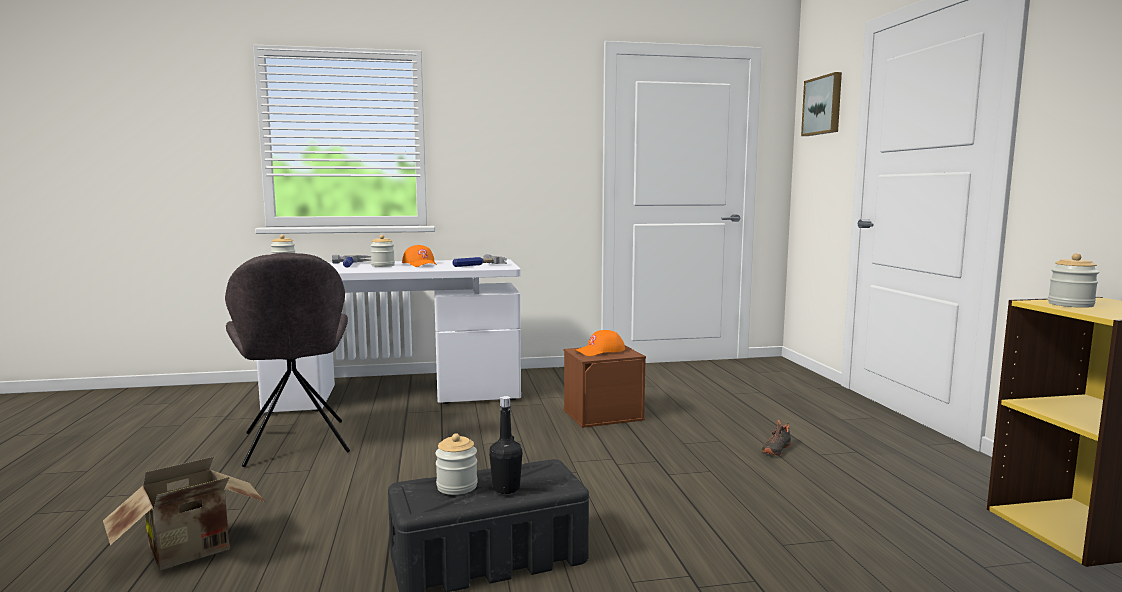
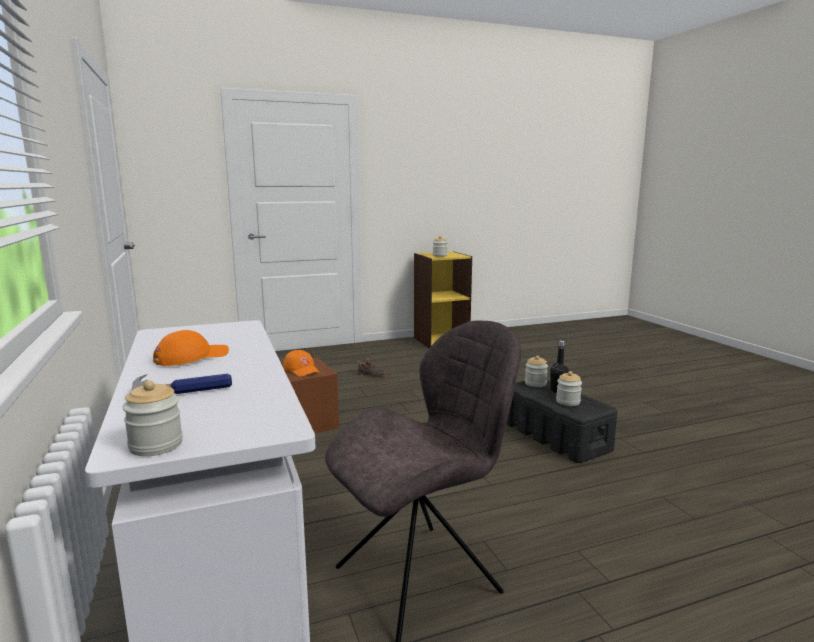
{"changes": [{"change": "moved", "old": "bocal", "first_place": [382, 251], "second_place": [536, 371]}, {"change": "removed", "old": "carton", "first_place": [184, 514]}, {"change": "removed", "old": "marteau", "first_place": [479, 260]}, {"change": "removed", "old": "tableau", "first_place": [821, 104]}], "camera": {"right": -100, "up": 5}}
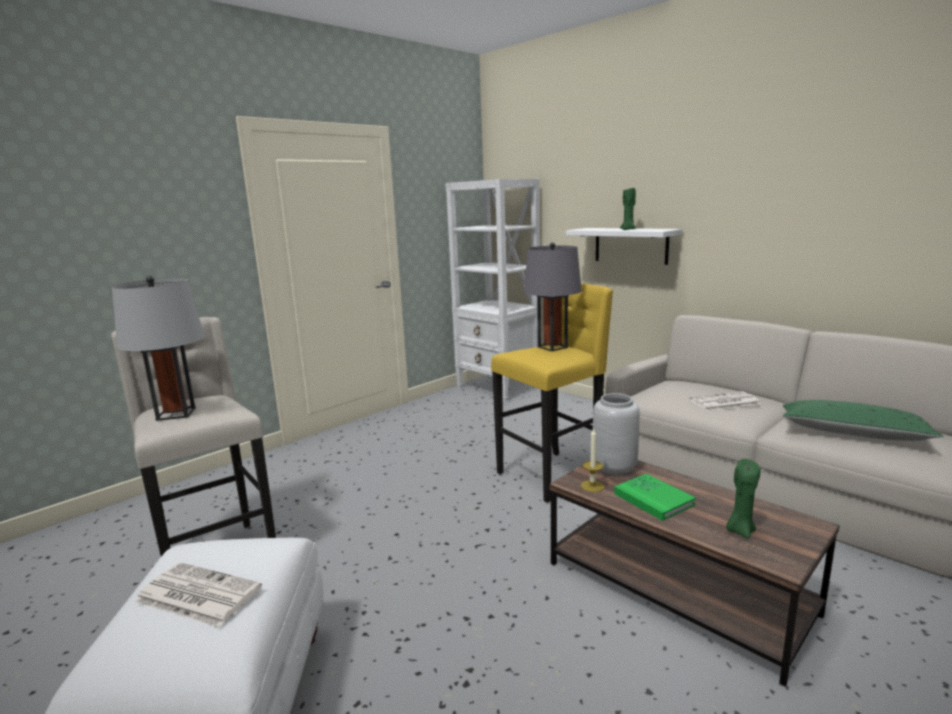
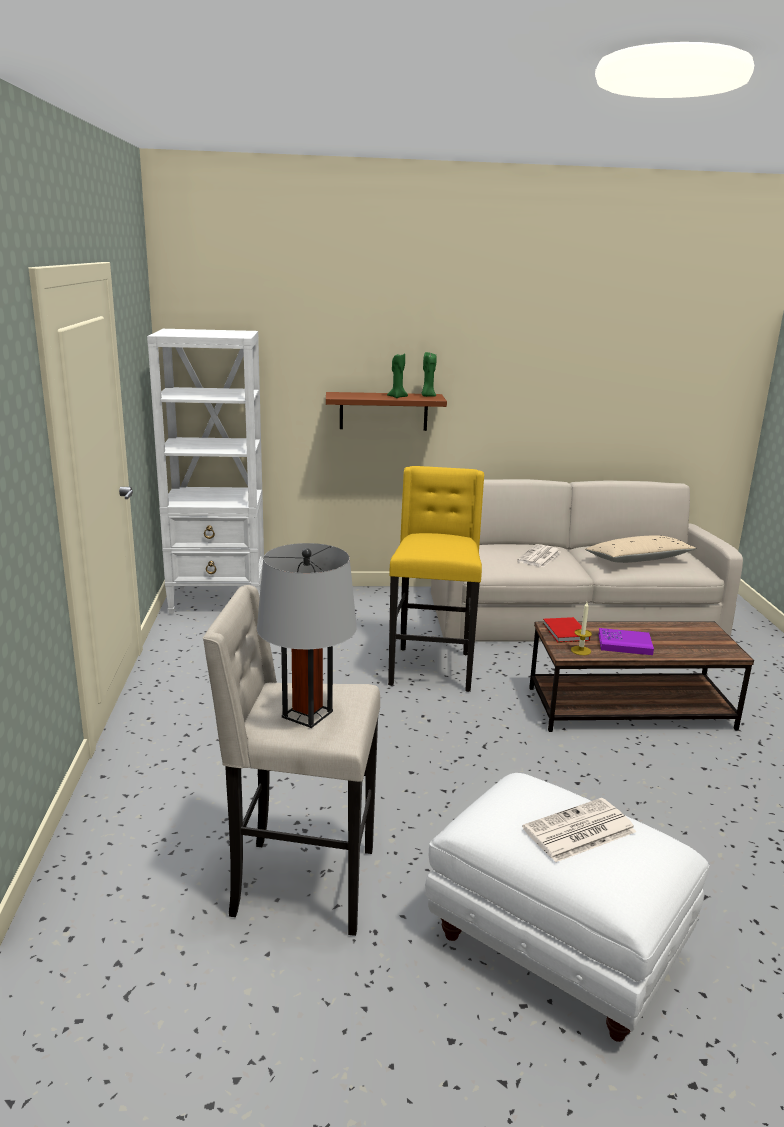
{"changes": [{"change": "recoloured", "old": "étagère [blanc]", "new": "étagère [marron]", "first_place": [624, 246], "second_place": [386, 411]}, {"change": "moved", "old": "bougie [vert]", "first_place": [743, 499], "second_place": [429, 374]}, {"change": "replaced", "old": "vase [gris]", "new": "livre [rouge]", "first_place": [616, 434], "second_place": [566, 630]}, {"change": "recoloured", "old": "coussin [vert]", "new": "coussin [beige]", "first_place": [863, 420], "second_place": [641, 549]}, {"change": "recoloured", "old": "livre [vert]", "new": "livre [violet]", "first_place": [655, 497], "second_place": [626, 641]}, {"change": "removed", "old": "lampe de table [gris]", "first_place": [553, 296]}], "camera": {"right": -50, "up": 5}}
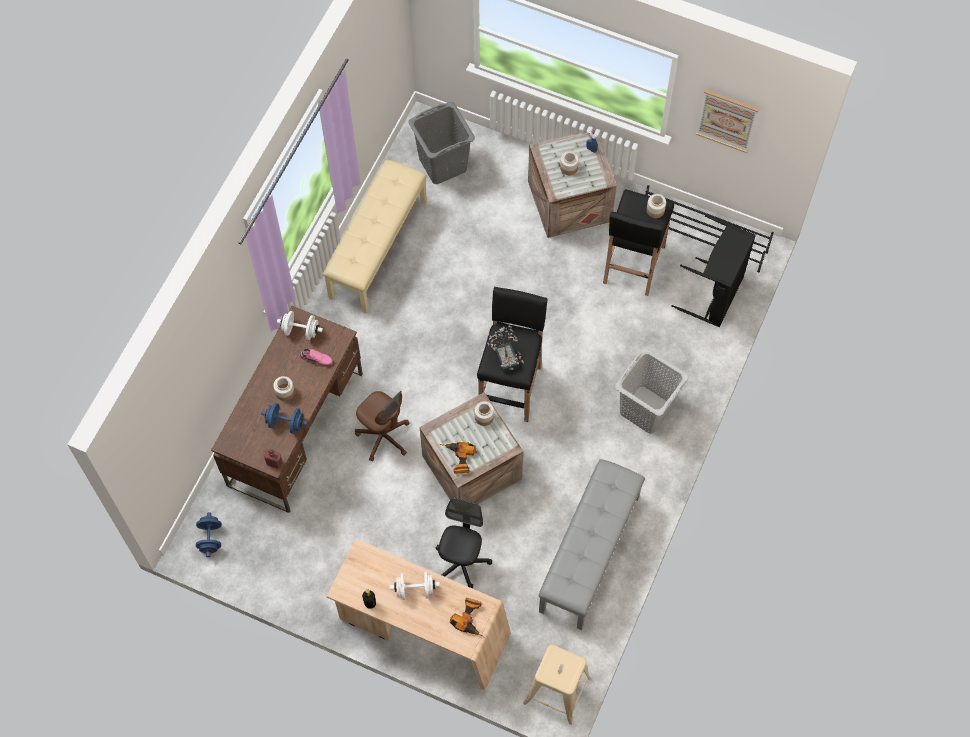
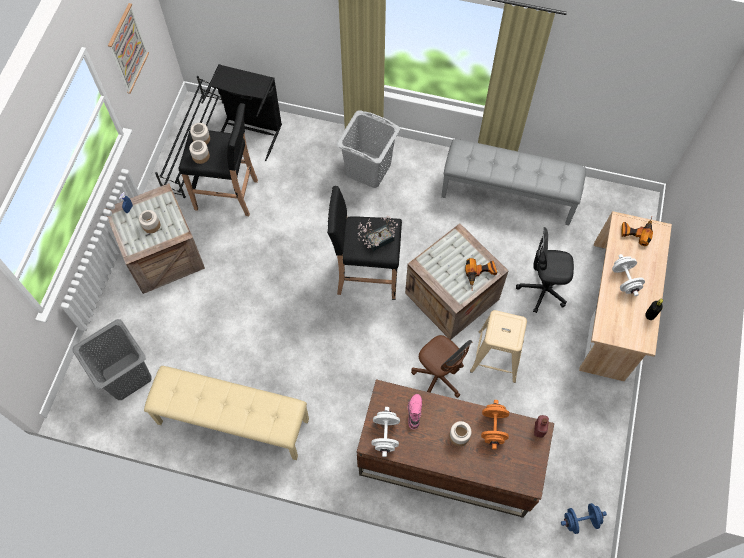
{"changes": [{"change": "moved", "old": "bocal", "first_place": [484, 413], "second_place": [199, 152]}, {"change": "turned", "old": "chaise de bureau [marron]", "first_place": [382, 426], "second_place": [441, 366], "degrees": 105}, {"change": "moved", "old": "tabouret [beige]", "first_place": [557, 684], "second_place": [498, 346]}, {"change": "recoloured", "old": "haltère [bleu]", "new": "haltère [orange]", "first_place": [284, 418], "second_place": [495, 425]}], "camera": {"right": -100, "up": 0}}
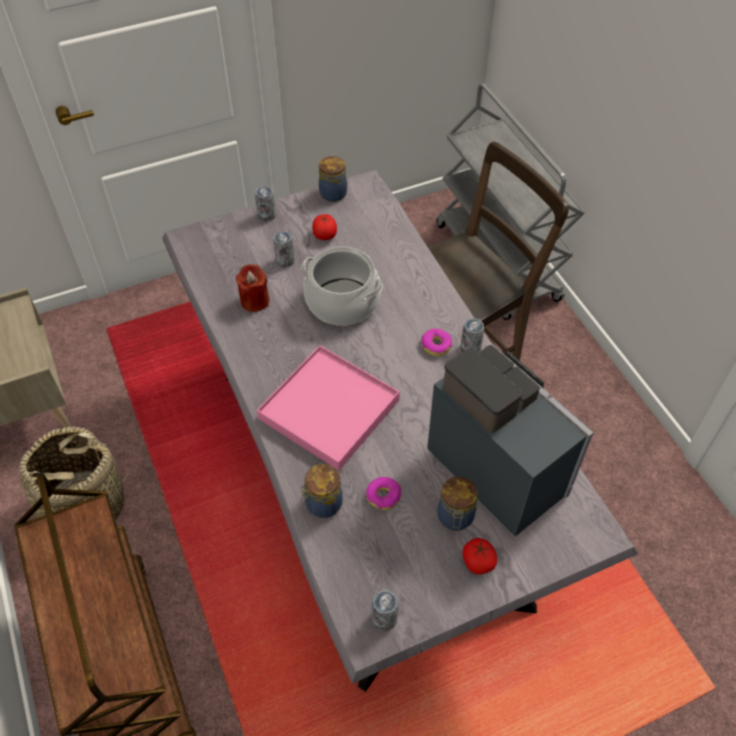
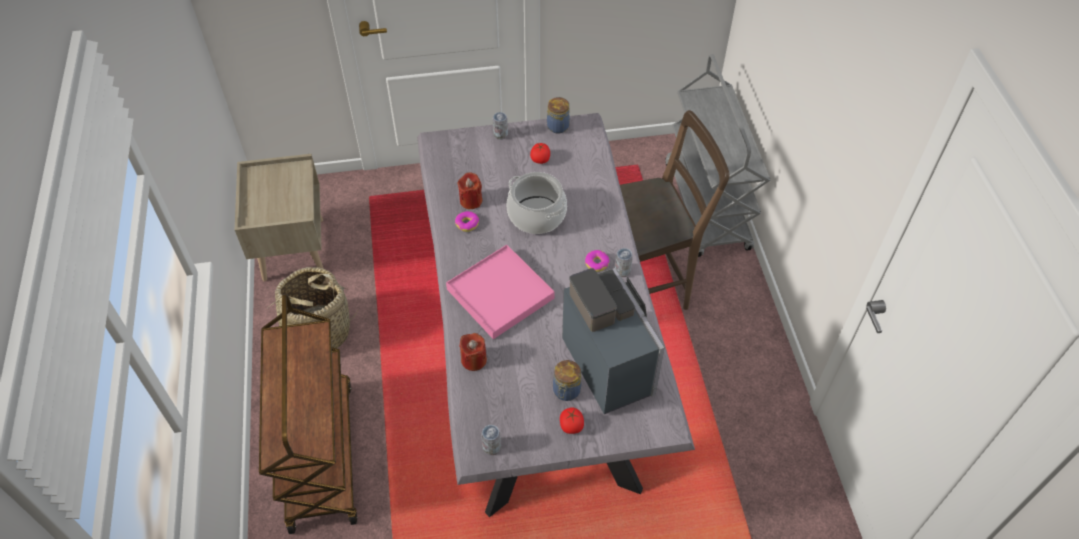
{"changes": [{"change": "moved", "old": "beignet", "first_place": [383, 493], "second_place": [467, 221]}, {"change": "replaced", "old": "bocal", "new": "bougie [rouge]", "first_place": [322, 491], "second_place": [473, 352]}, {"change": "removed", "old": "boîte métallique", "first_place": [284, 249]}], "camera": {"right": 15, "up": 0}}
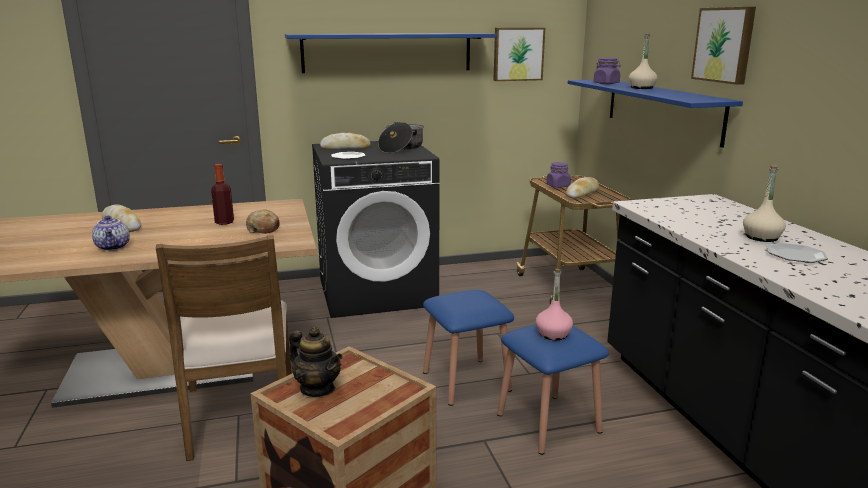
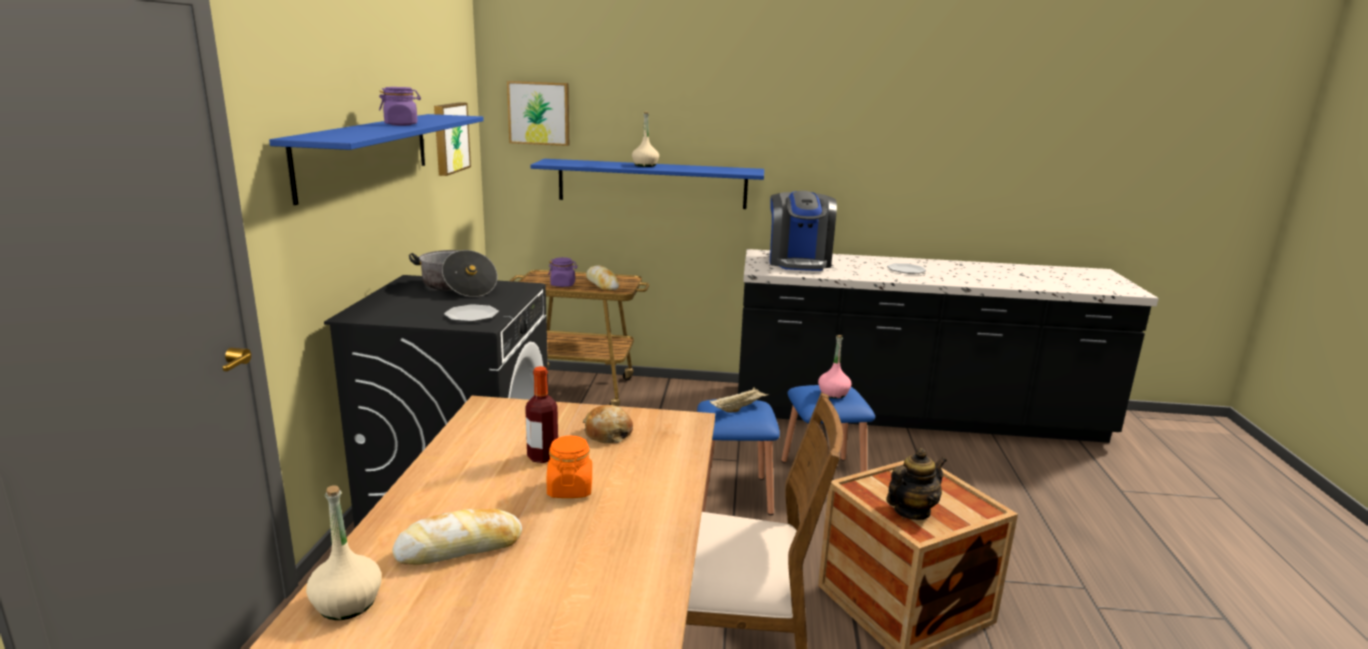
{"changes": [{"change": "moved", "old": "bouteille [beige]", "first_place": [764, 203], "second_place": [344, 552]}, {"change": "moved", "old": "bocal [violet]", "first_place": [607, 71], "second_place": [400, 106]}, {"change": "moved", "old": "tableau", "first_place": [723, 46], "second_place": [538, 113]}, {"change": "added", "new": "bocal [orange]", "second_place": [569, 467]}, {"change": "added", "new": "plateau [beige]", "second_place": [739, 399]}, {"change": "added", "new": "machine à café", "second_place": [803, 231]}, {"change": "removed", "old": "théière", "first_place": [111, 233]}, {"change": "removed", "old": "pain", "first_place": [345, 141]}], "camera": {"right": -70, "up": 0}}
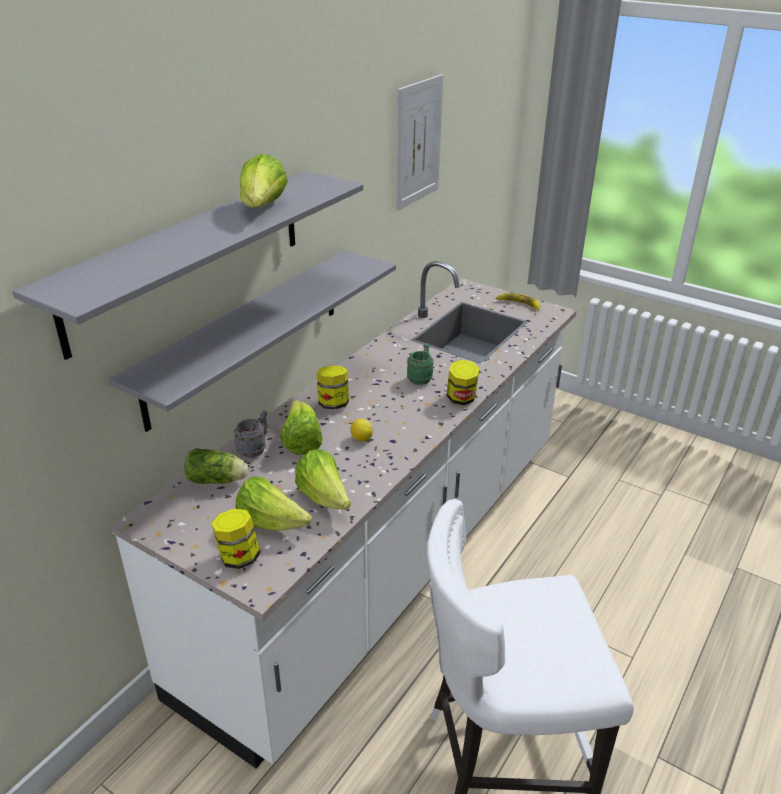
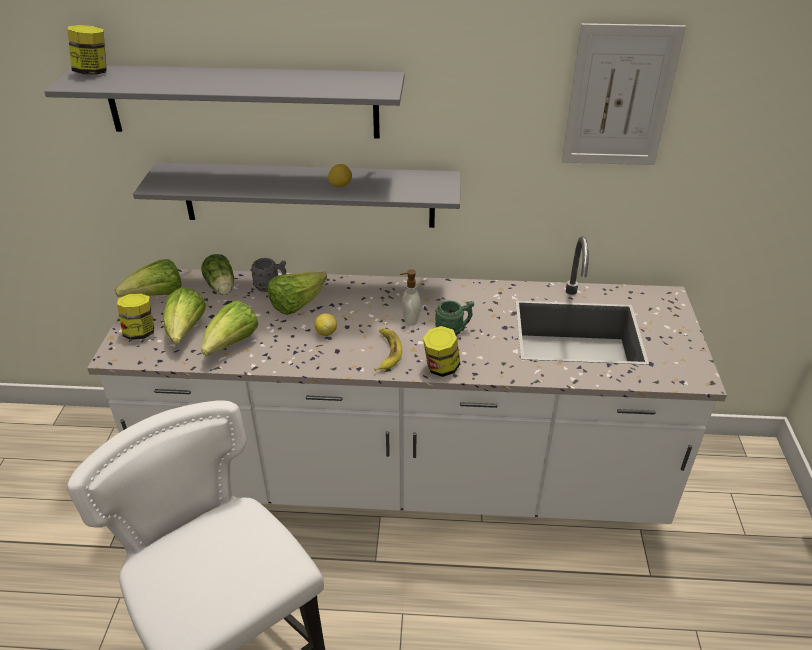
{"changes": [{"change": "moved", "old": "bocal", "first_place": [333, 387], "second_place": [86, 50]}, {"change": "moved", "old": "laitue", "first_place": [264, 181], "second_place": [148, 278]}, {"change": "added", "new": "citron", "second_place": [340, 175]}, {"change": "moved", "old": "banane", "first_place": [518, 302], "second_place": [388, 350]}, {"change": "added", "new": "distributeur de savon", "second_place": [410, 297]}], "camera": {"right": 60, "up": 5}}
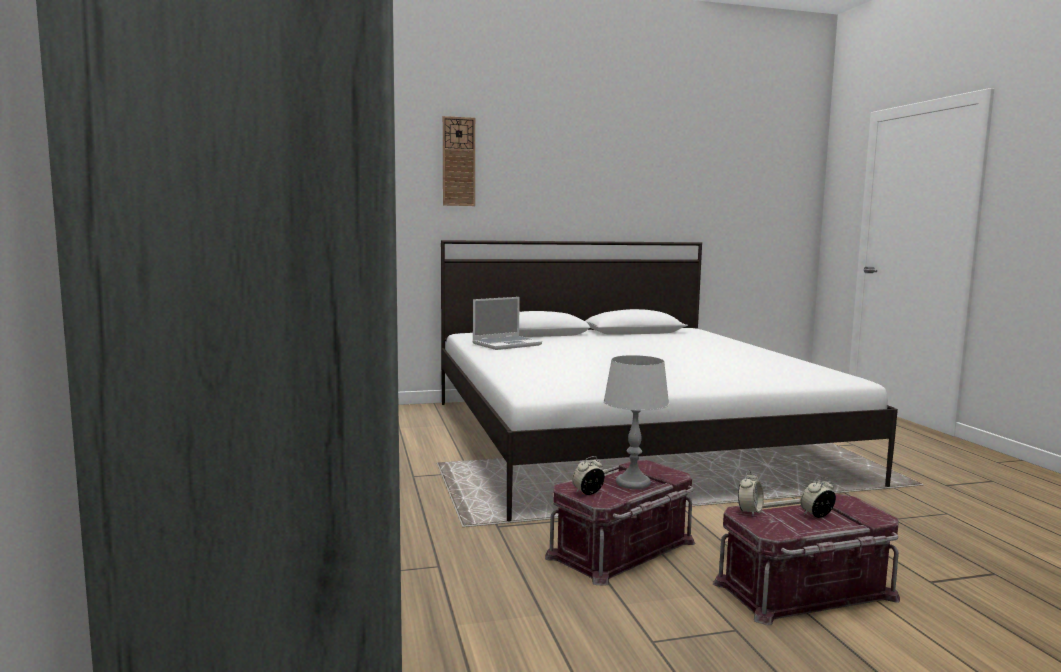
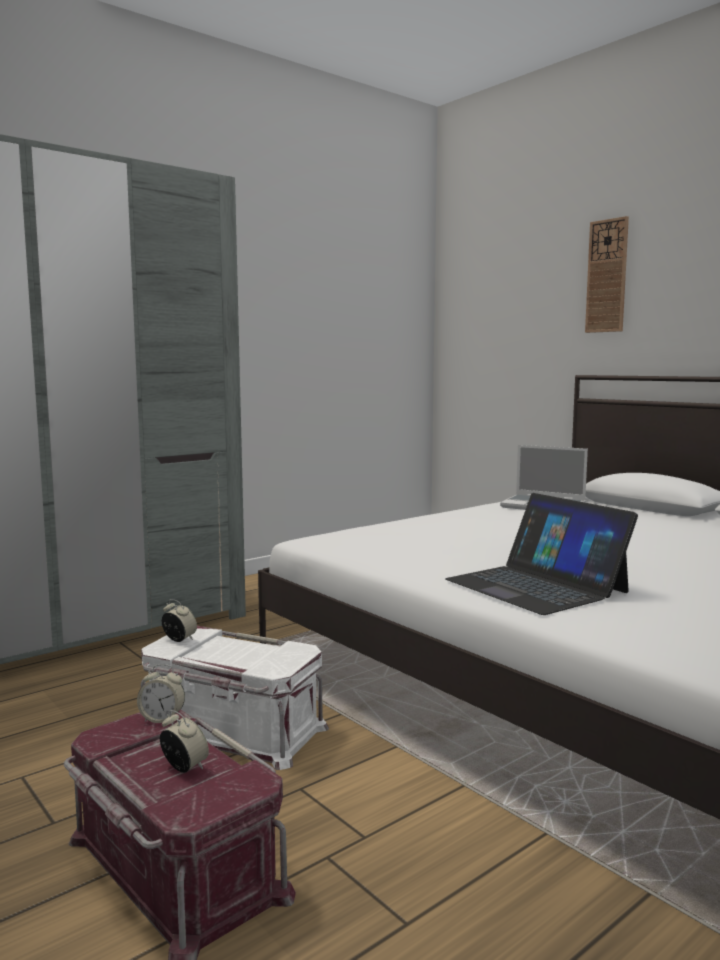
{"changes": [{"change": "recoloured", "old": "boîte de rangement [rouge]", "new": "boîte de rangement [blanc]", "first_place": [620, 523], "second_place": [235, 698]}, {"change": "added", "new": "ordinateur portable", "second_place": [541, 554]}, {"change": "removed", "old": "lampe de table [gris]", "first_place": [636, 422]}], "camera": {"right": 65, "up": 0}}
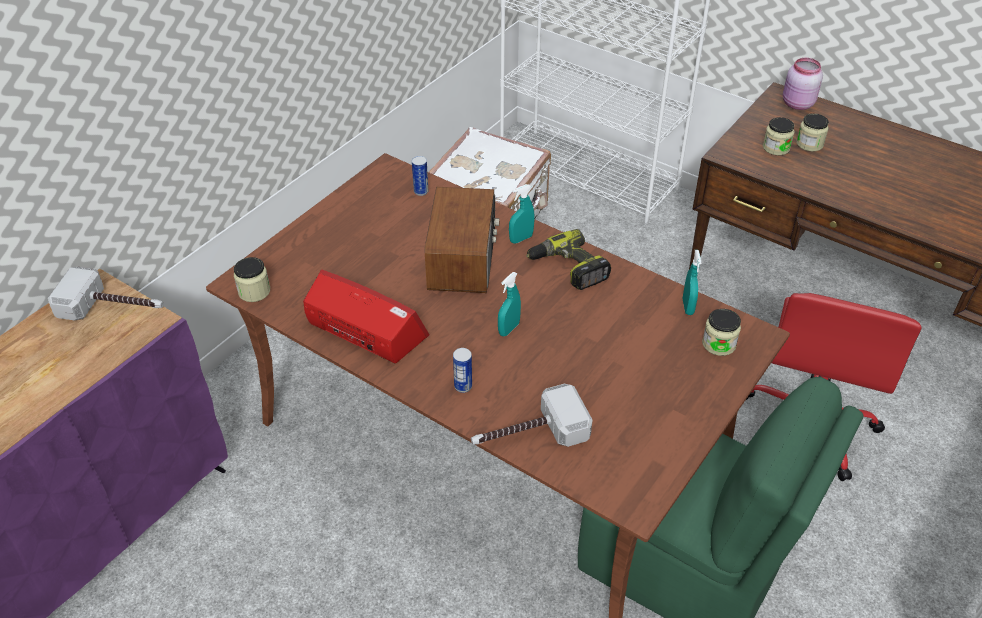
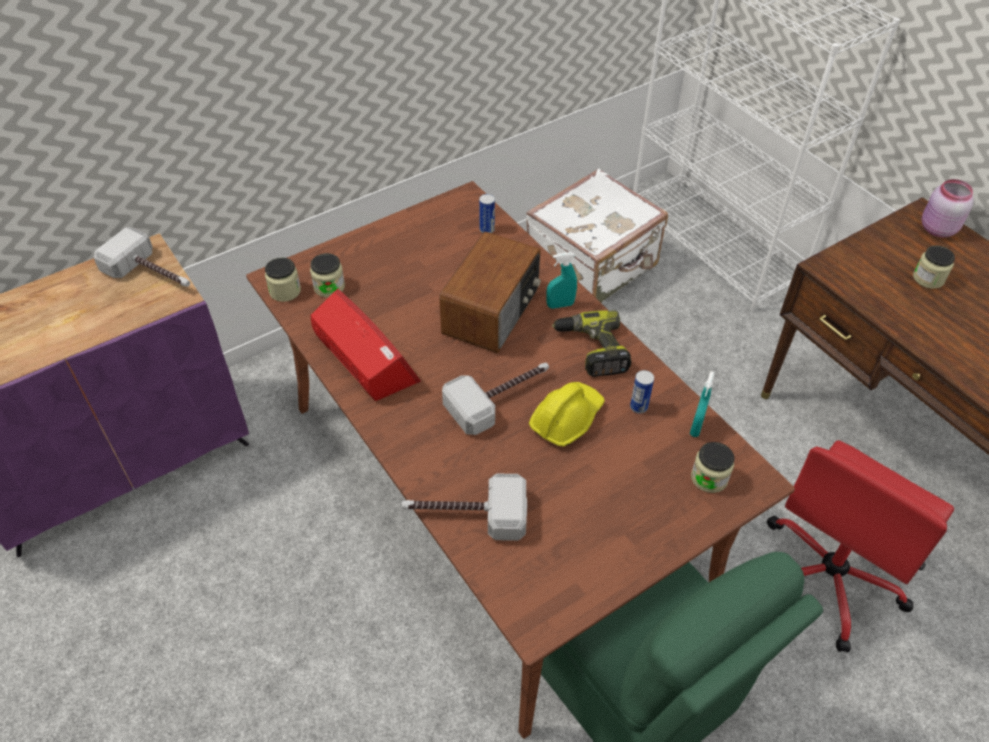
{"changes": [{"change": "moved", "old": "bocal", "first_place": [778, 136], "second_place": [327, 275]}, {"change": "replaced", "old": "vaporisateur [turquoise]", "new": "marteau", "first_place": [509, 304], "second_place": [495, 399]}, {"change": "added", "new": "casque de chantier [jaune]", "second_place": [567, 414]}, {"change": "moved", "old": "boîte métallique", "first_place": [462, 370], "second_place": [642, 392]}], "camera": {"right": 20, "up": 5}}
